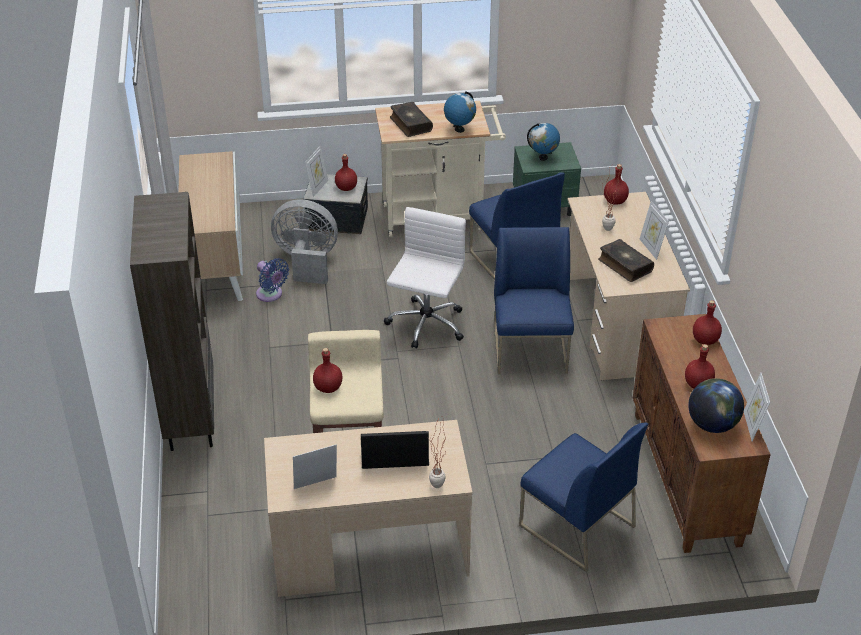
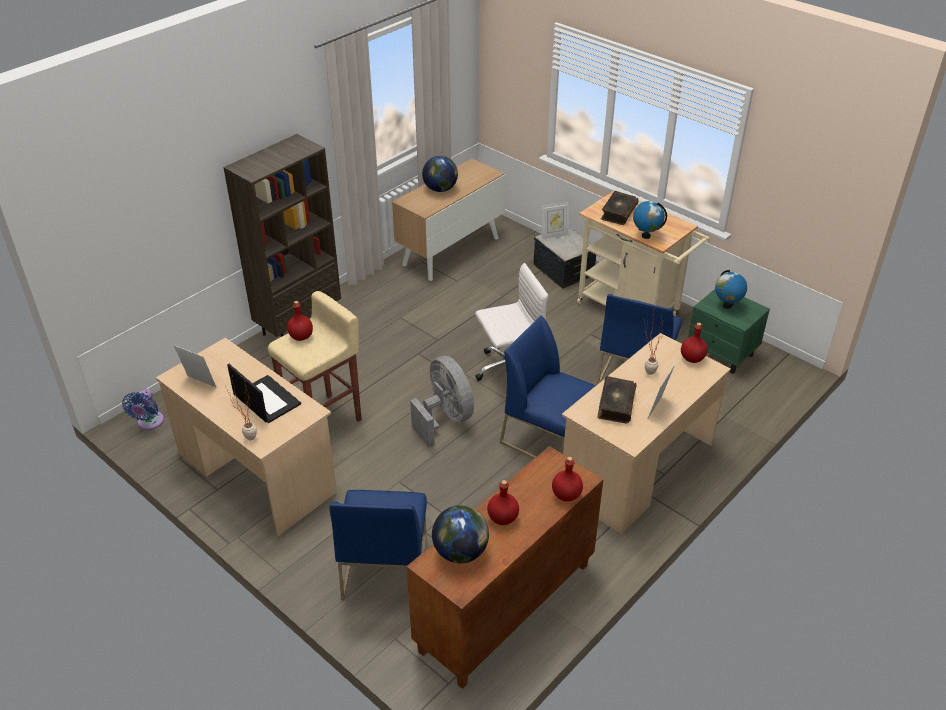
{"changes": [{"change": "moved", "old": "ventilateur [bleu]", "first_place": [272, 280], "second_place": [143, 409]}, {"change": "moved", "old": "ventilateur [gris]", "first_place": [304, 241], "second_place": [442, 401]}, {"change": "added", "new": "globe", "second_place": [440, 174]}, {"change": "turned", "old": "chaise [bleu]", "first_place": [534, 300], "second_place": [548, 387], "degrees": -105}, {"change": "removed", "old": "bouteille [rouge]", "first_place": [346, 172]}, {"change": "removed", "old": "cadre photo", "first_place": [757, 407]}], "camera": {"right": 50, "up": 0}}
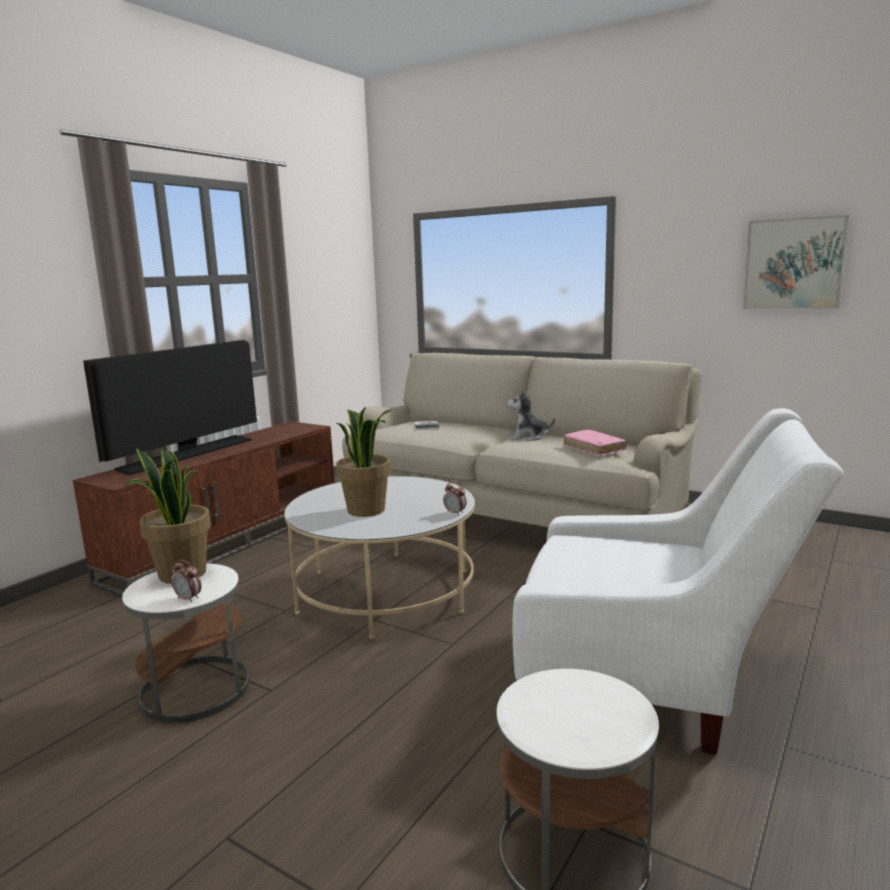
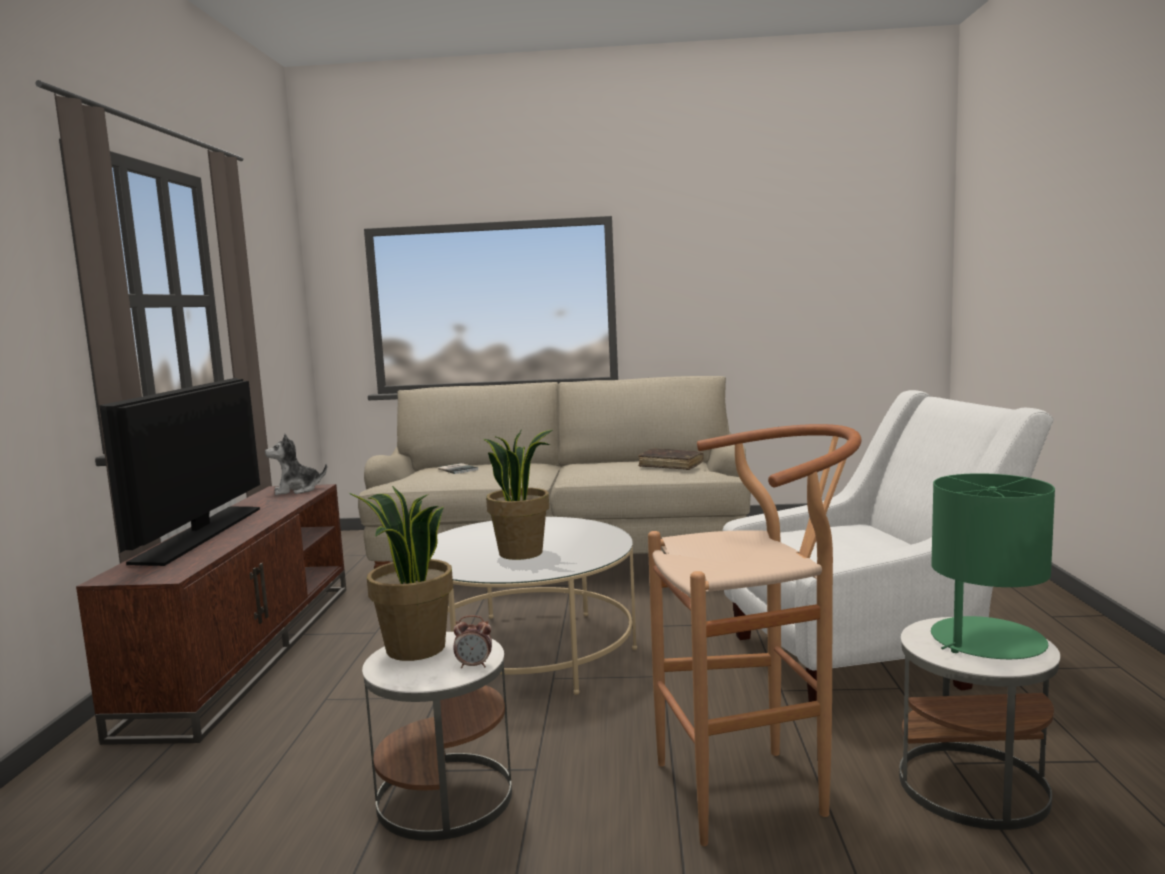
{"changes": [{"change": "moved", "old": "peluche", "first_place": [531, 415], "second_place": [296, 464]}, {"change": "recoloured", "old": "livre [rose]", "new": "livre [marron]", "first_place": [595, 443], "second_place": [671, 459]}, {"change": "added", "new": "tabouret [marron]", "second_place": [755, 635]}, {"change": "added", "new": "lampe de table [vert]", "second_place": [993, 566]}, {"change": "removed", "old": "réveil", "first_place": [455, 499]}, {"change": "removed", "old": "tableau", "first_place": [796, 262]}], "camera": {"right": -30, "up": -5}}
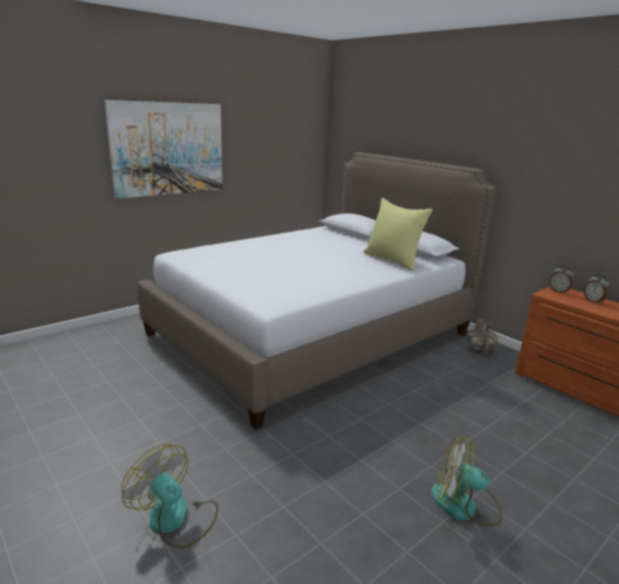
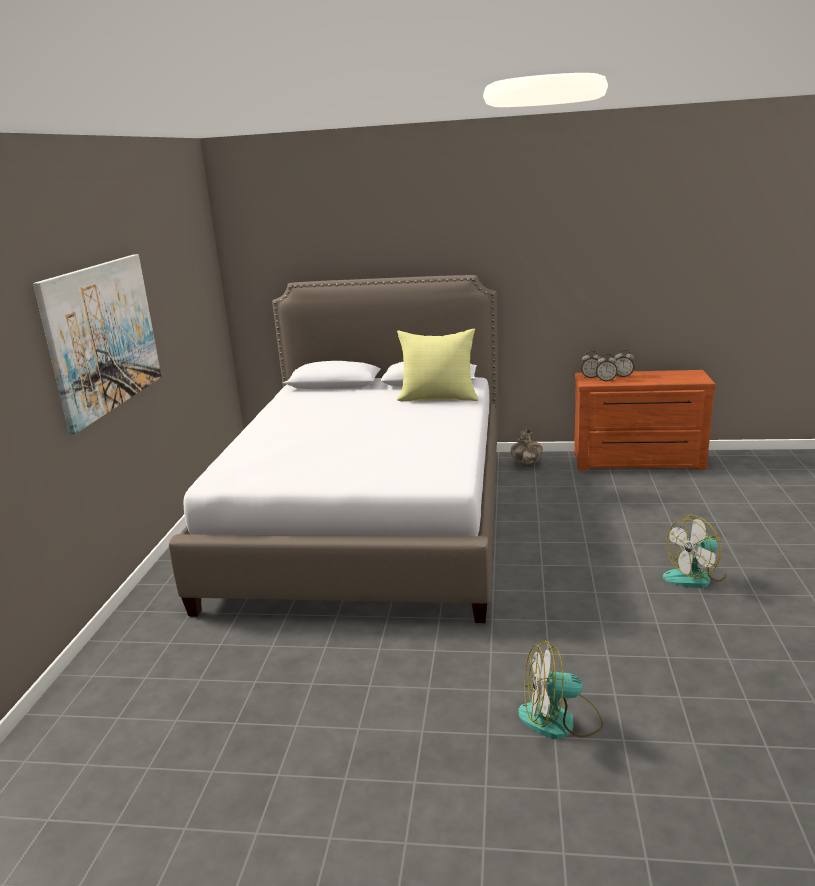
{"changes": [{"change": "added", "new": "réveil", "second_place": [606, 367]}], "camera": {"right": -40, "up": 0}}
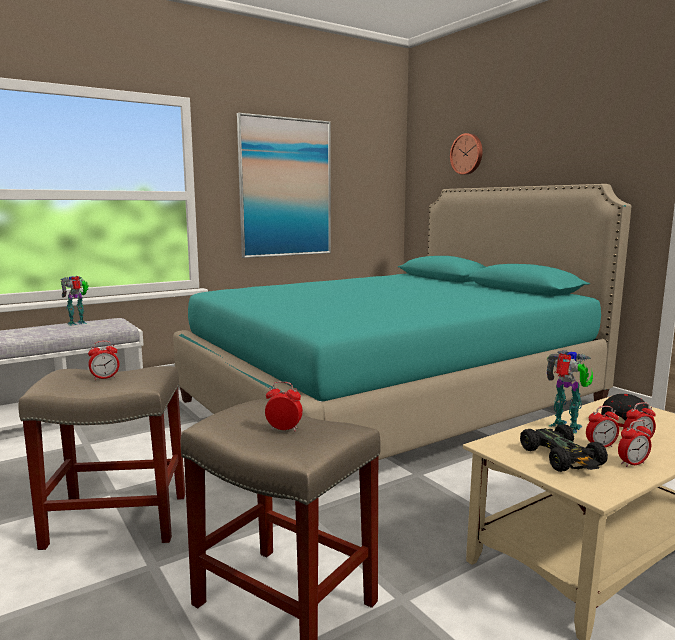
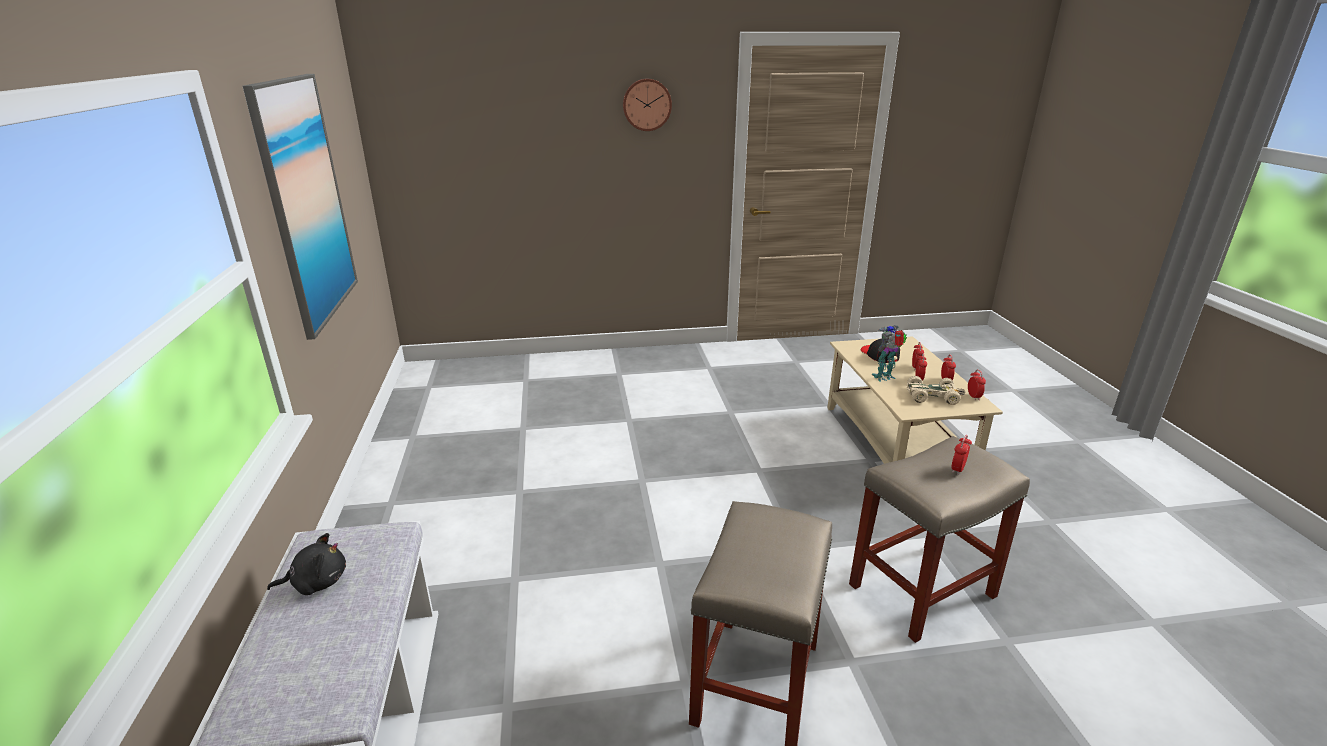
{"changes": [{"change": "replaced", "old": "robot jouet", "new": "peluche [noir]", "first_place": [74, 301], "second_place": [306, 564]}, {"change": "moved", "old": "horloge murale", "first_place": [466, 154], "second_place": [647, 105]}, {"change": "recoloured", "old": "petite voiture [noir]", "new": "petite voiture [beige]", "first_place": [564, 448], "second_place": [936, 390]}, {"change": "moved", "old": "réveil", "first_place": [103, 360], "second_place": [977, 384]}, {"change": "removed", "old": "lit [turquoise]", "first_place": [402, 322]}], "camera": {"right": -65, "up": 15}}
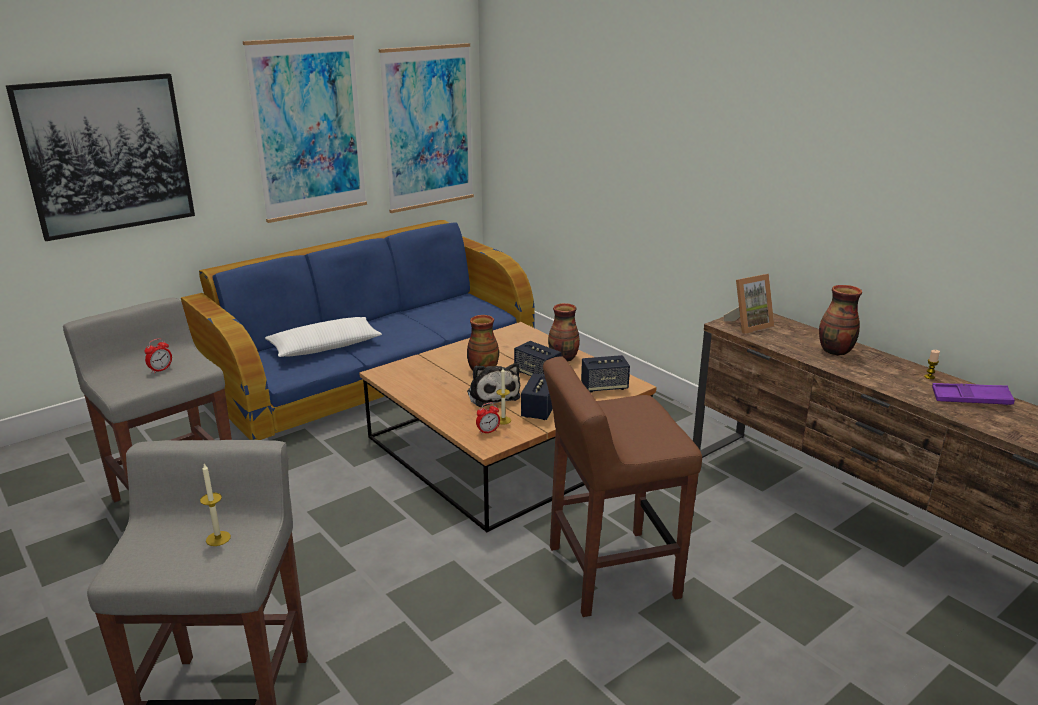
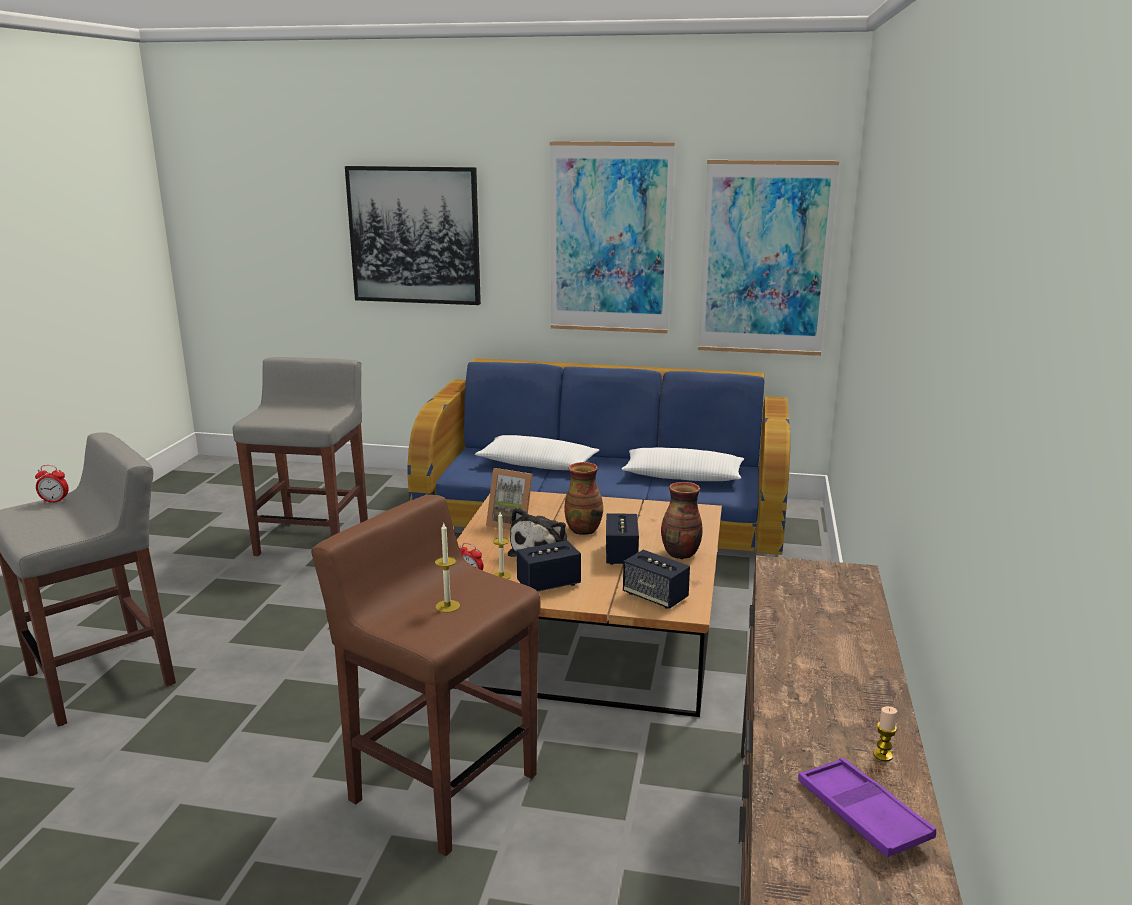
{"changes": [{"change": "moved", "old": "réveil", "first_place": [158, 356], "second_place": [52, 484]}, {"change": "moved", "old": "bougie", "first_place": [215, 505], "second_place": [447, 568]}, {"change": "moved", "old": "cadre photo", "first_place": [749, 304], "second_place": [509, 499]}, {"change": "added", "new": "coussin [blanc]", "second_place": [683, 464]}, {"change": "removed", "old": "vase", "first_place": [840, 320]}], "camera": {"right": 50, "up": -5}}
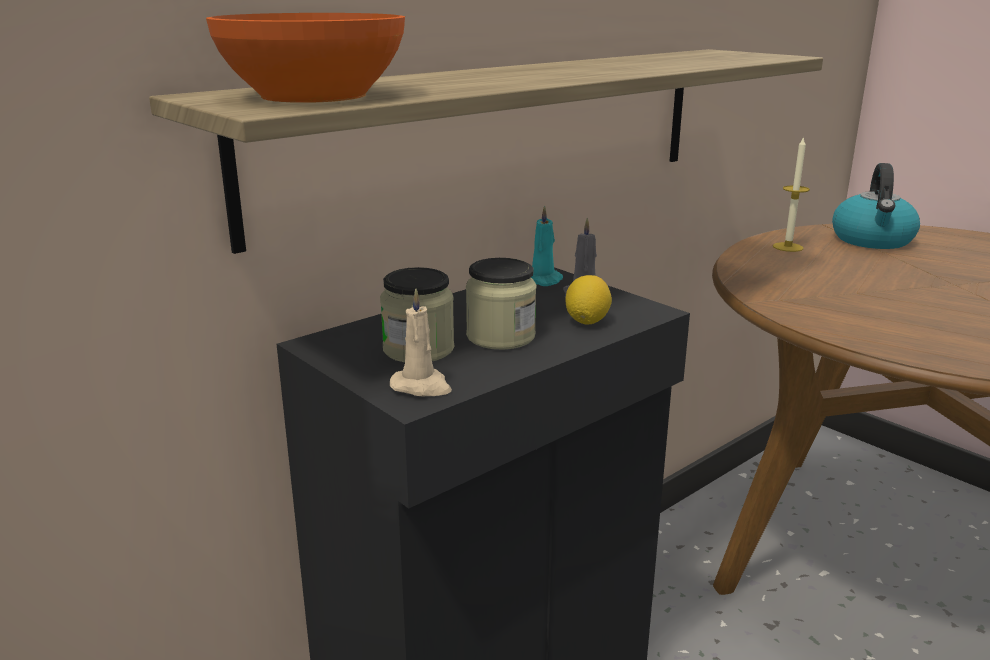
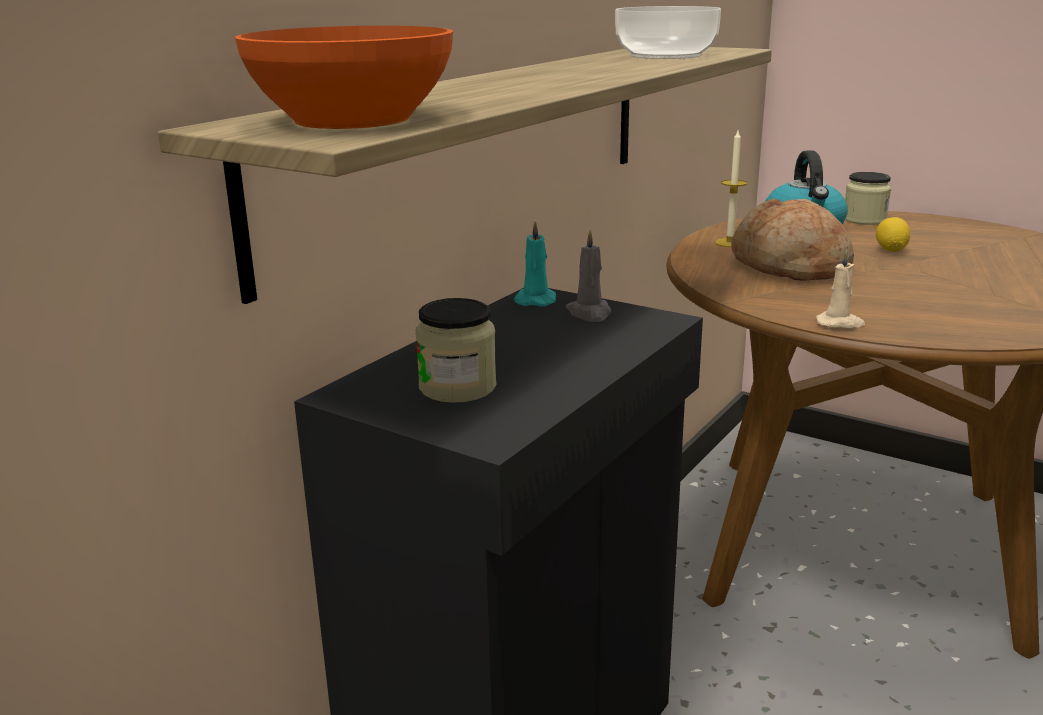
{"changes": [{"change": "added", "new": "bol", "second_place": [668, 32]}, {"change": "added", "new": "pain", "second_place": [792, 239]}, {"change": "moved", "old": "bougie [beige]", "first_place": [421, 342], "second_place": [840, 288]}, {"change": "moved", "old": "bocal", "first_place": [501, 304], "second_place": [868, 198]}, {"change": "moved", "old": "citron", "first_place": [588, 299], "second_place": [893, 234]}], "camera": {"right": -15, "up": 0}}
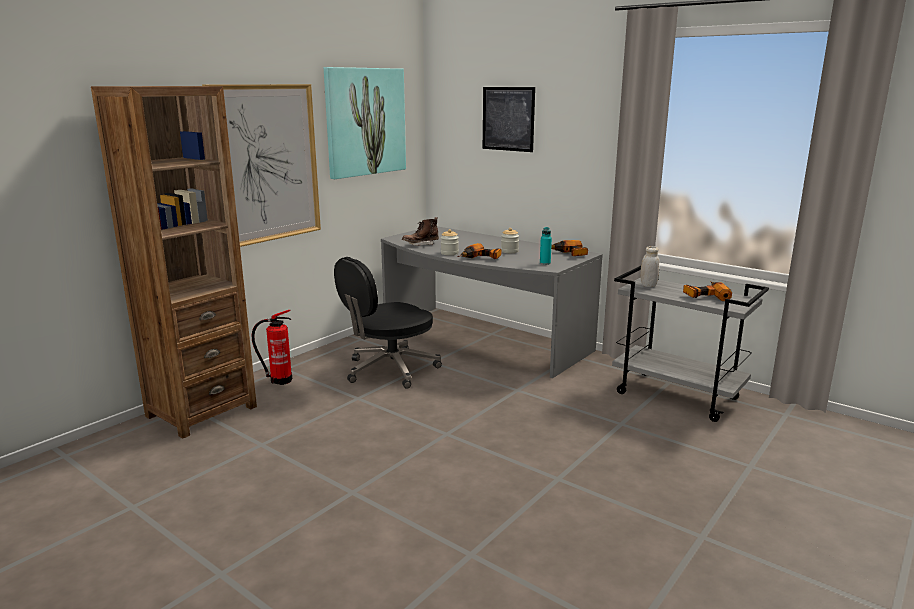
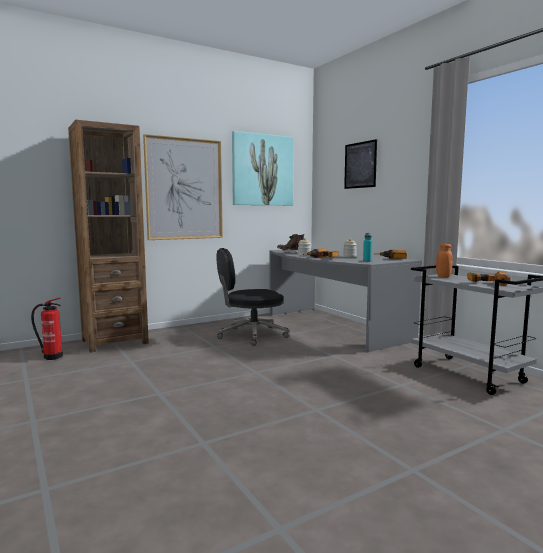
{"changes": [{"change": "moved", "old": "extincteur", "first_place": [271, 347], "second_place": [47, 329]}, {"change": "recoloured", "old": "bocal [blanc]", "new": "bocal [orange]", "first_place": [650, 266], "second_place": [444, 260]}], "camera": {"right": 20, "up": -10}}
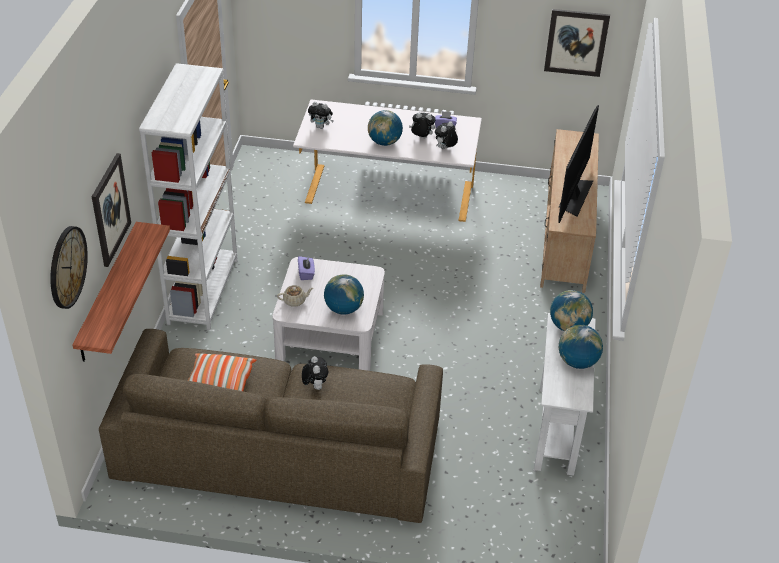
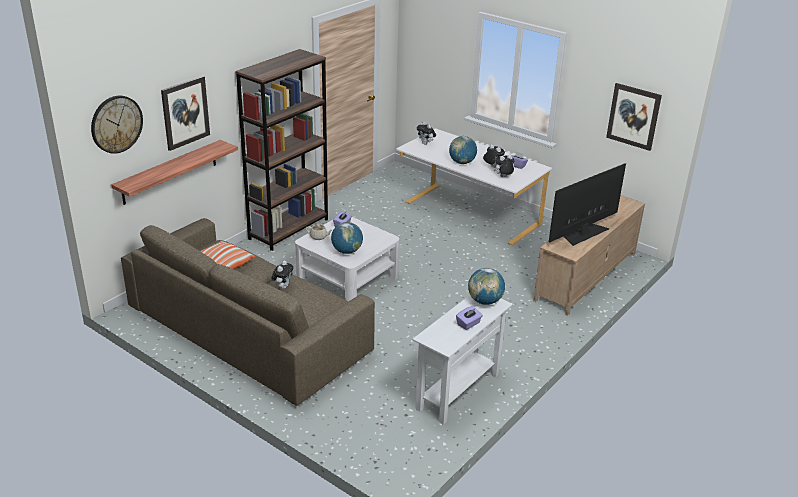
{"changes": [{"change": "recoloured", "old": "bibliothèque [blanc]", "new": "bibliothèque [marron]", "first_place": [188, 196], "second_place": [282, 150]}, {"change": "replaced", "old": "globe", "new": "boîte à mouchoirs [violet]", "first_place": [581, 347], "second_place": [469, 318]}], "camera": {"right": 30, "up": -10}}
